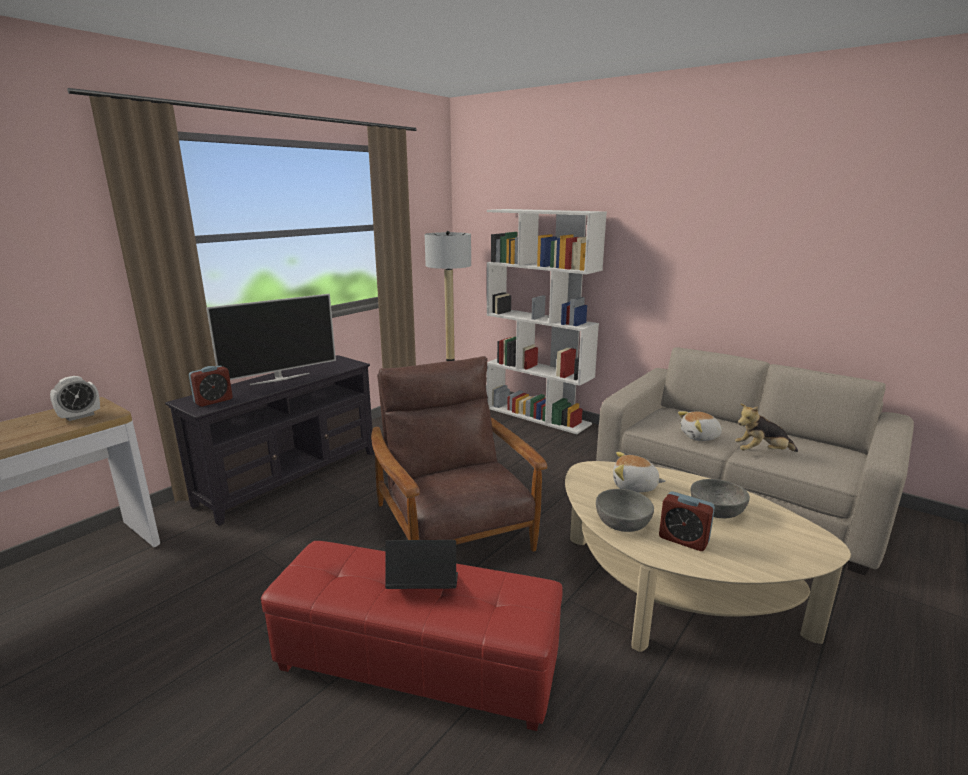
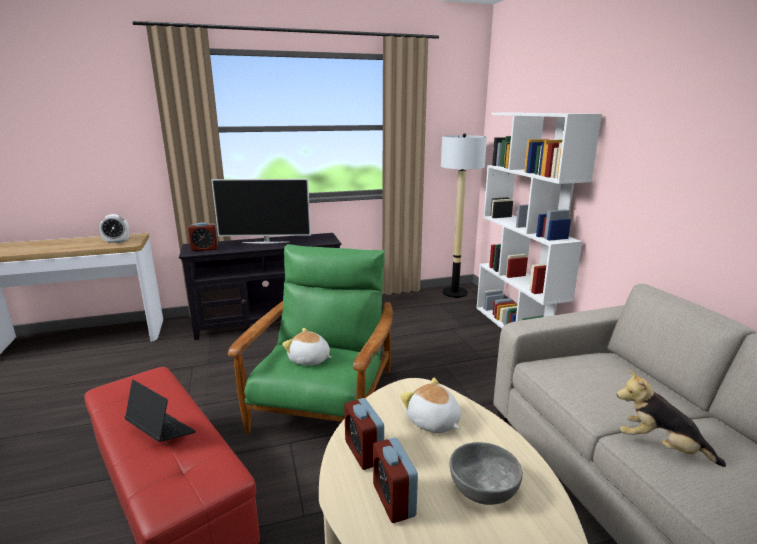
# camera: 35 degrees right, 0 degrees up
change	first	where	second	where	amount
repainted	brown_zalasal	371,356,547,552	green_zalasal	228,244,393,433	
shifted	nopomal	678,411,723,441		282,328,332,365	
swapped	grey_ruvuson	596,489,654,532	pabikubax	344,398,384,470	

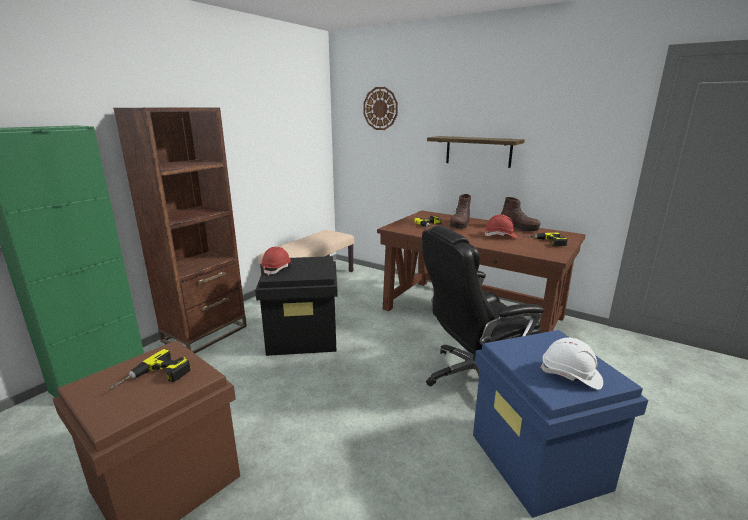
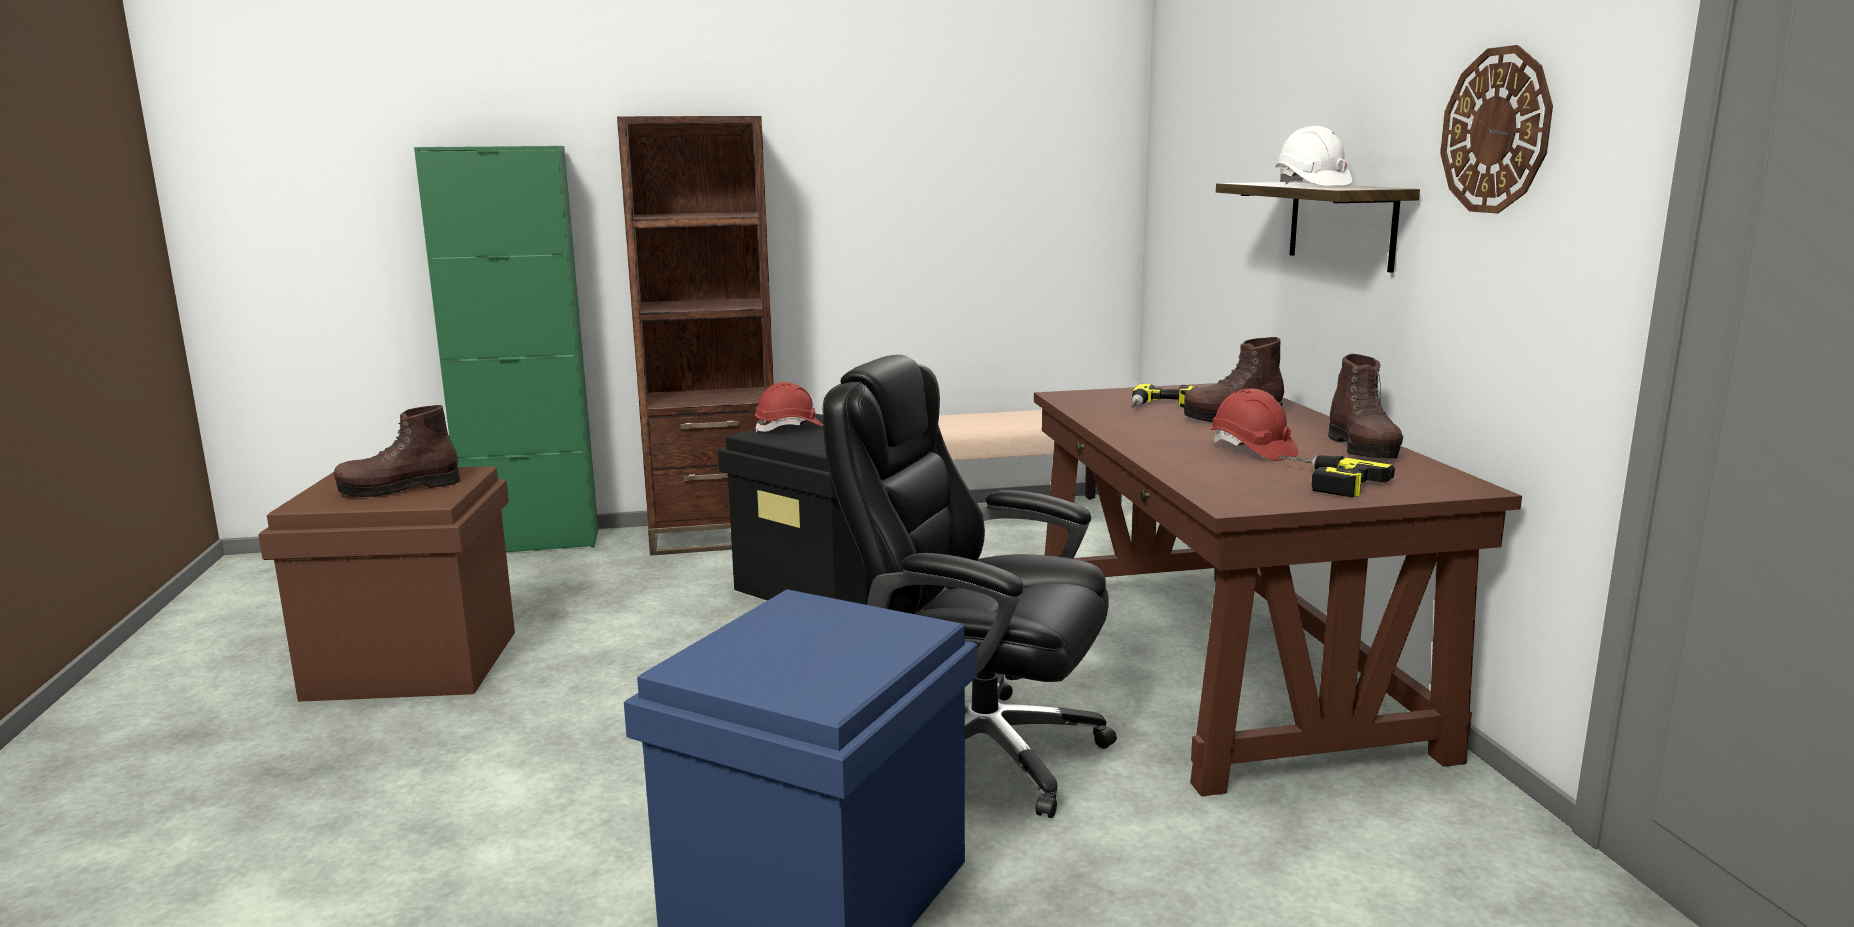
# camera: 45 degrees right, 5 degrees down
change	first	where	second	where	amount
shifted	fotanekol	363,87,398,130		1440,45,1553,213	
shifted	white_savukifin	540,338,603,390		1275,126,1352,186	
swapped	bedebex	109,349,190,389	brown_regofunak	334,405,460,497	

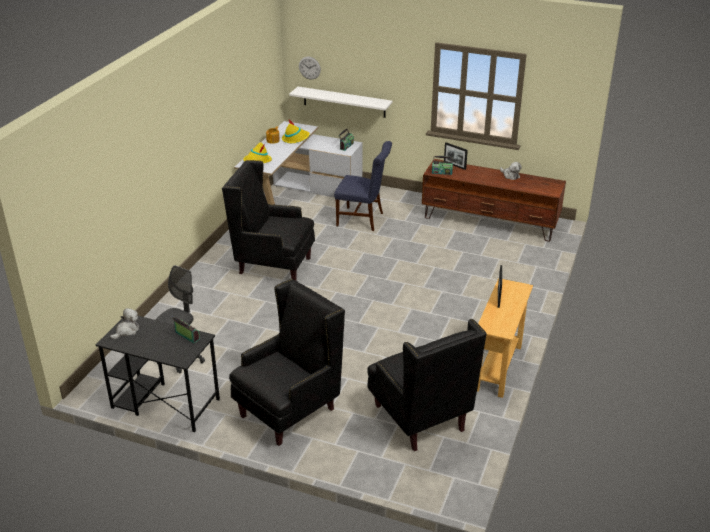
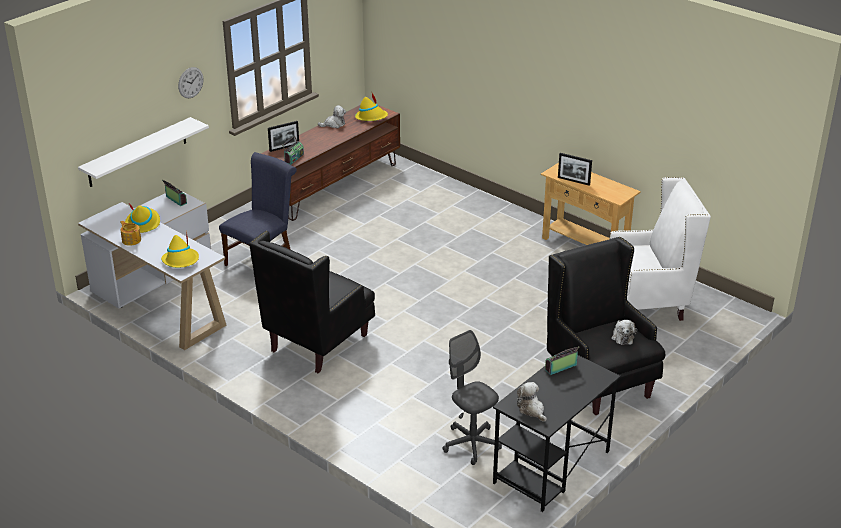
# camera: 70 degrees left, 0 degrees up
change	first	where	second	where	amount
shifted	fotanekol	299,57,321,80		178,67,203,98	
repainted	black_zalasal	367,319,487,451	white_zalasal	610,177,711,321	
new			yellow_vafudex	355,93,388,121	
new			nopomal	611,320,637,345	

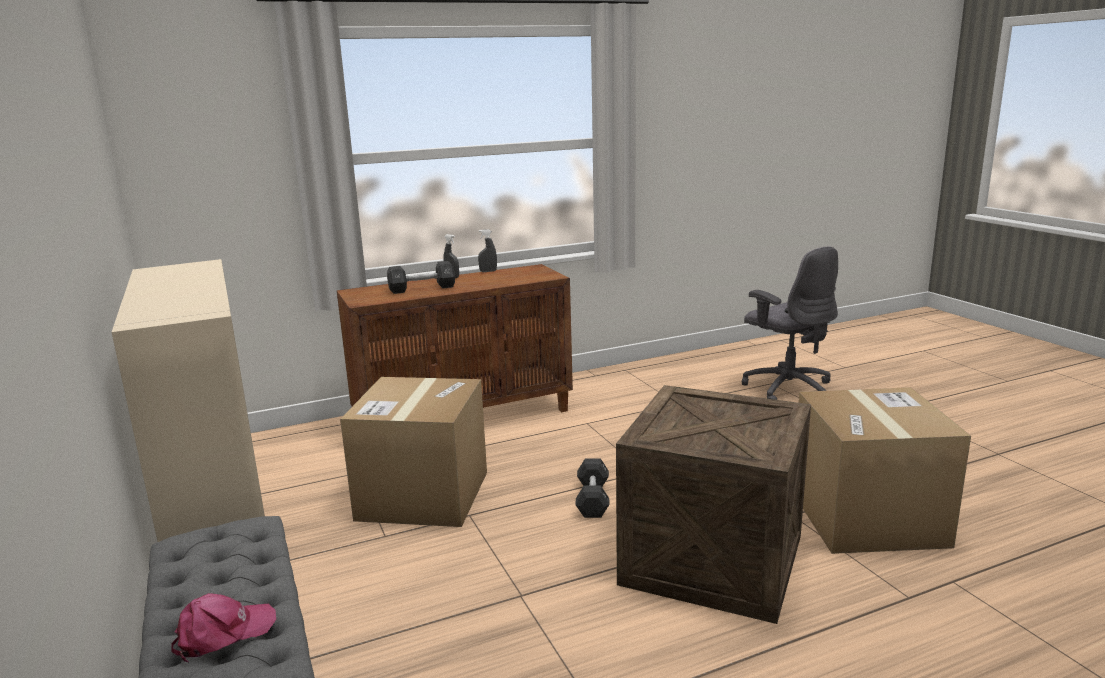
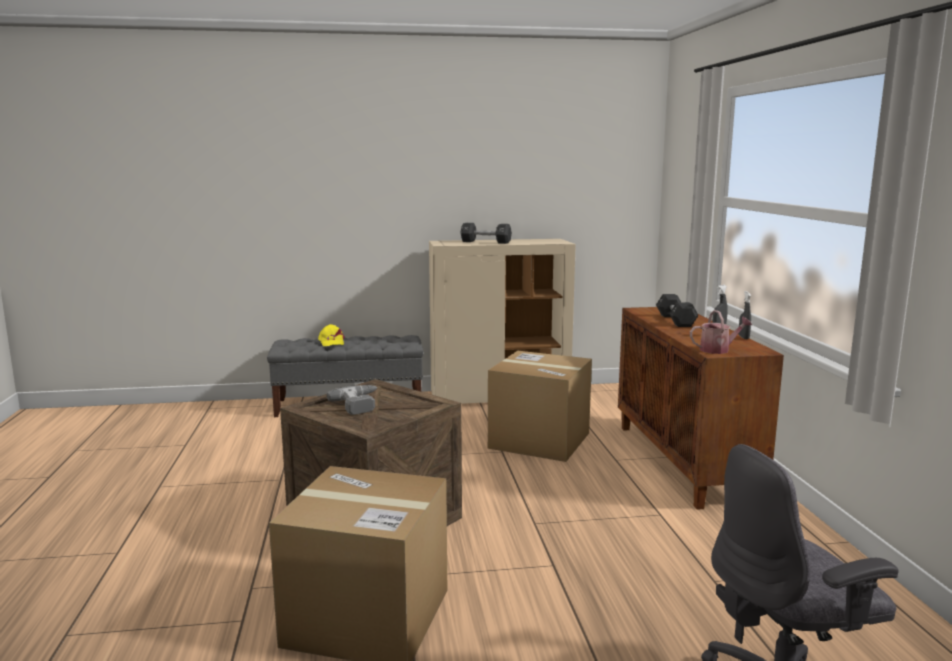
# camera: 105 degrees right, 5 degrees down
change	first	where	second	where	amount
shifted	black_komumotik	575,459,609,518		460,223,512,244	
repainted	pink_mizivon	171,593,276,662	yellow_mizivon	318,324,345,346	
new			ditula	690,310,752,354	
new			bedebex	327,385,377,415	

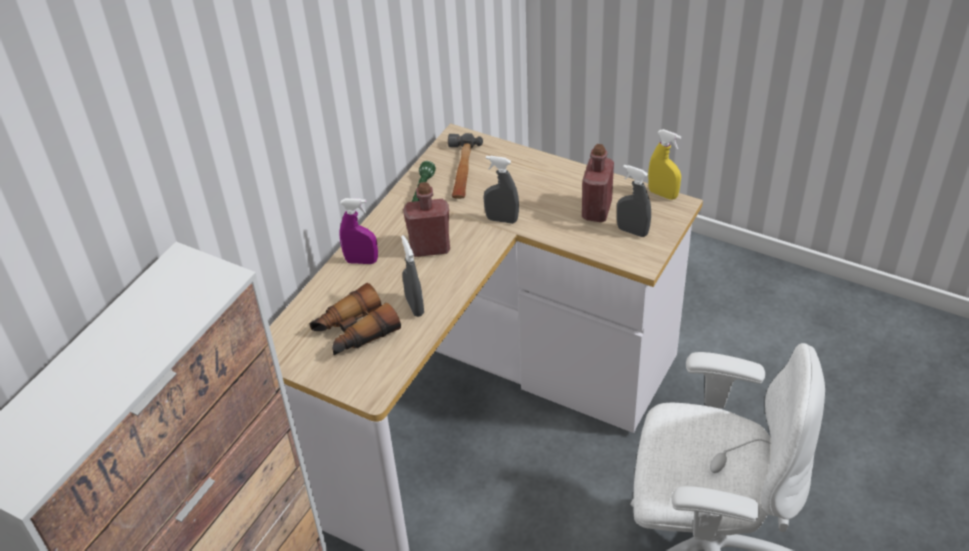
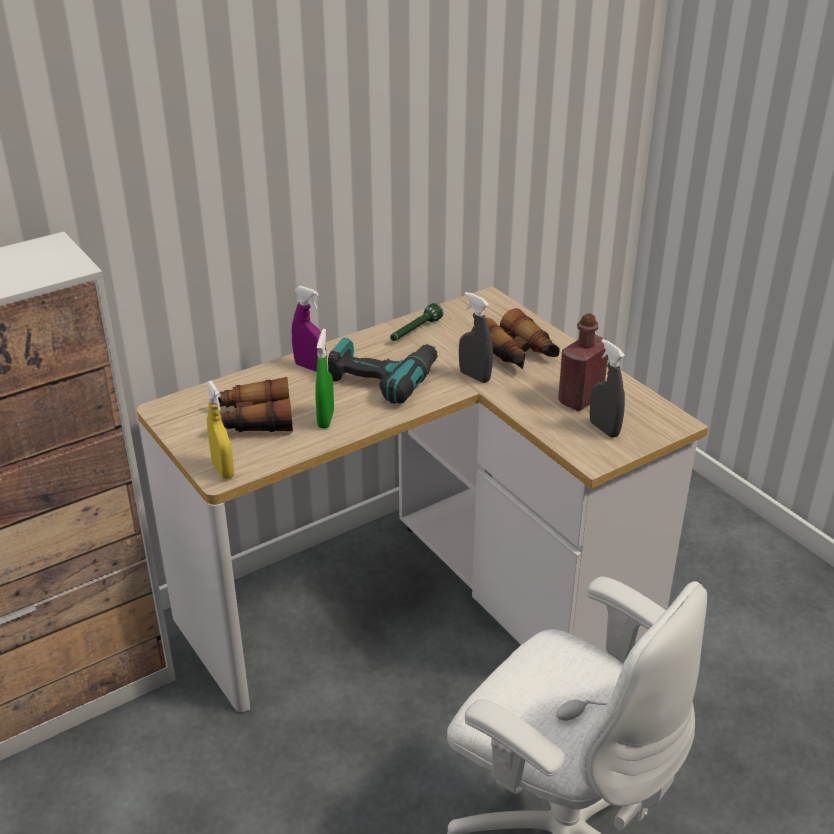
# camera: 25 degrees right, 10 degrees down
change	first	where	second	where	amount
shifted	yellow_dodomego	648,129,681,200		206,381,234,479	
gone	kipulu	448,133,483,199			
swapped	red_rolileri	403,182,450,257	bedebex	328,337,438,404	
repainted	grey_dodomego	401,235,424,317	green_dodomego	316,329,334,429	
new			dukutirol	472,308,560,369	

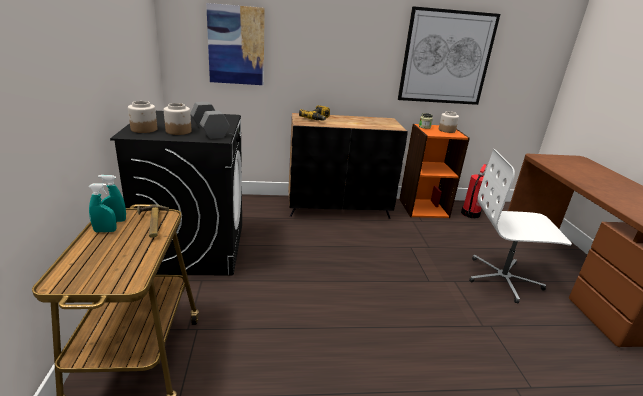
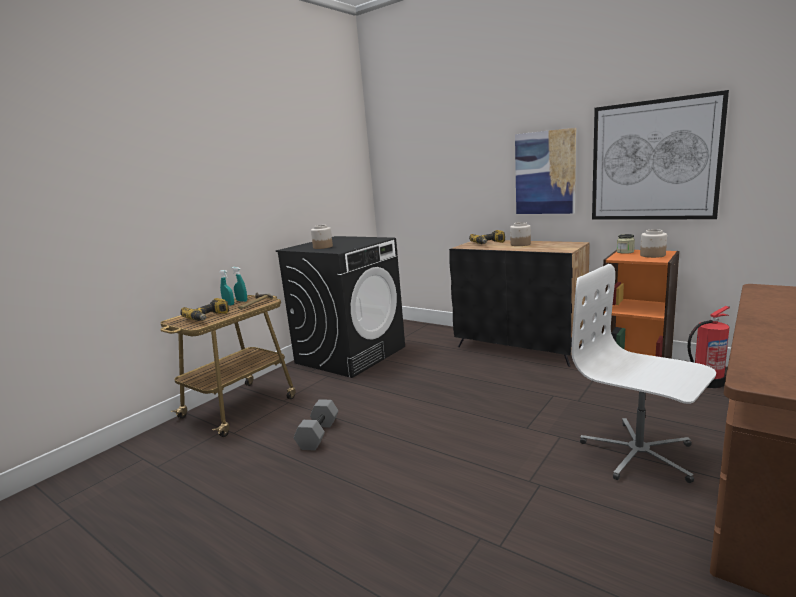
# camera: 45 degrees right, 10 degrees down
change	first	where	second	where	amount
shifted	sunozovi	206,3,265,85		515,128,576,214	
shifted	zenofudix	128,101,157,133		510,222,531,246	
shifted	grey_komumotik	190,102,230,139		294,399,339,451	
new			bedebex	180,298,229,321	

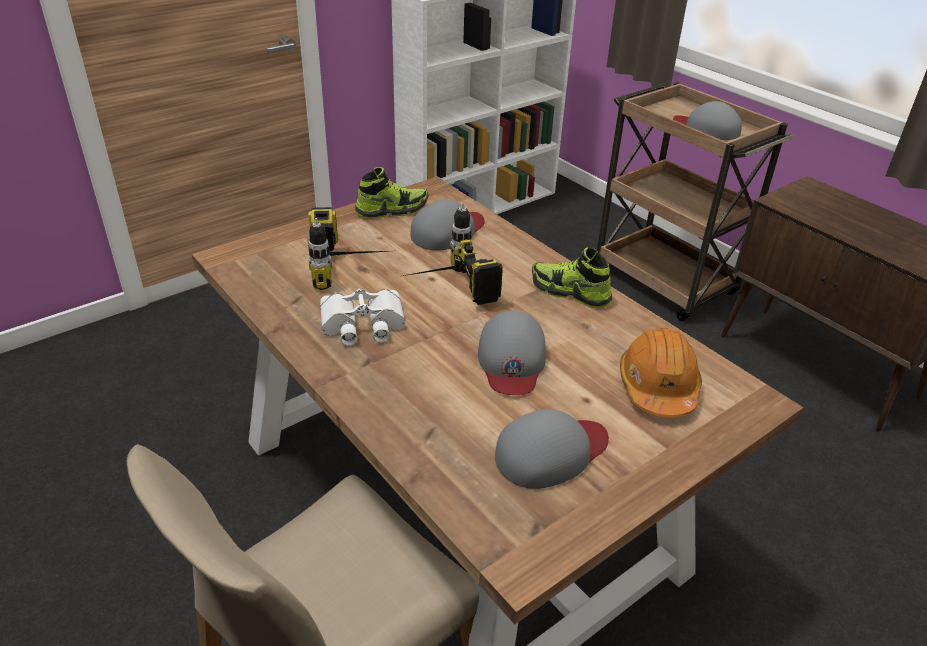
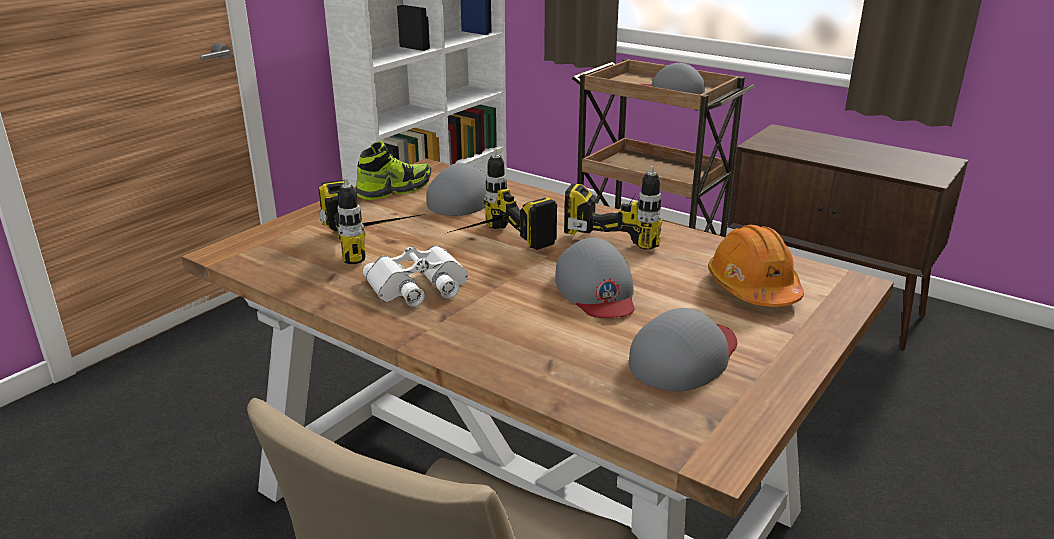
# camera: 15 degrees left, 10 degrees down
change	first	where	second	where	amount
swapped	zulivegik	532,248,612,309	bedebex	564,166,662,250	

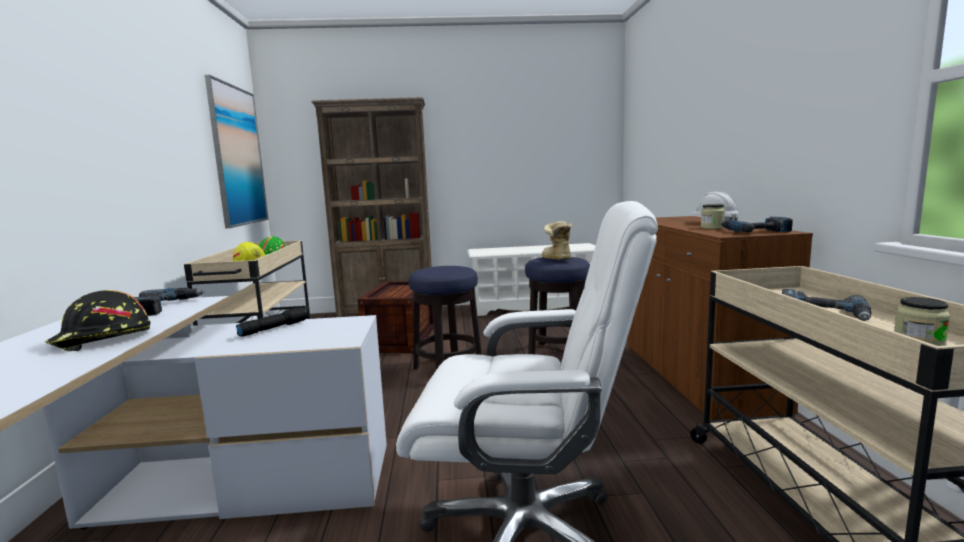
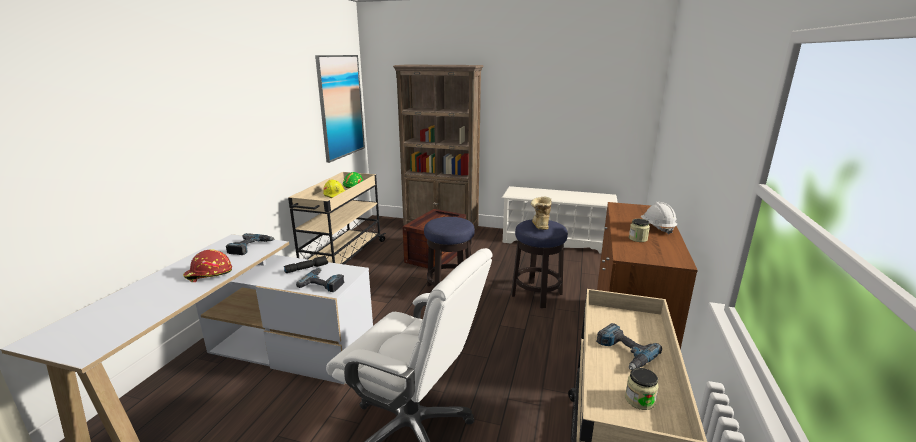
# camera: 20 degrees right, 10 degrees up
change	first	where	second	where	amount
shifted	bedebex	721,217,793,233		296,268,345,292	
repainted	black_savukifin	45,290,150,352	red_savukifin	183,249,232,282	

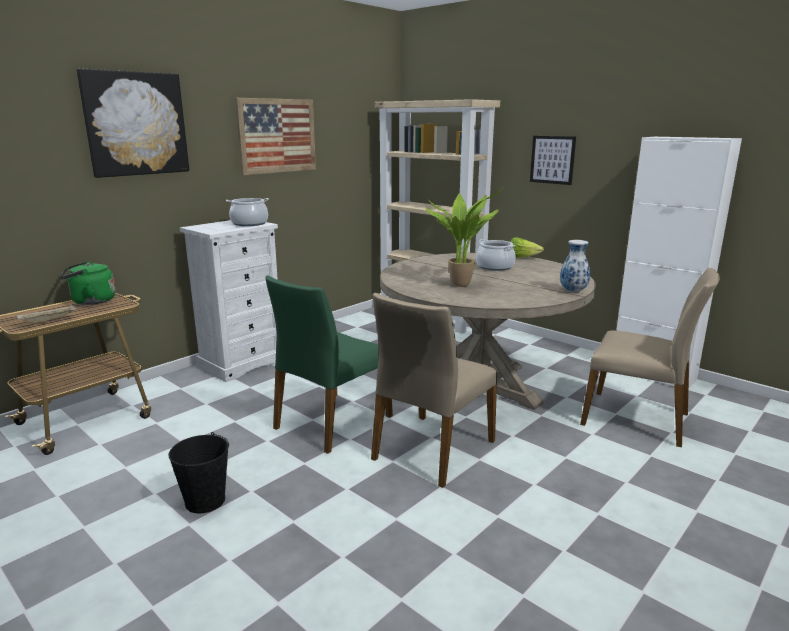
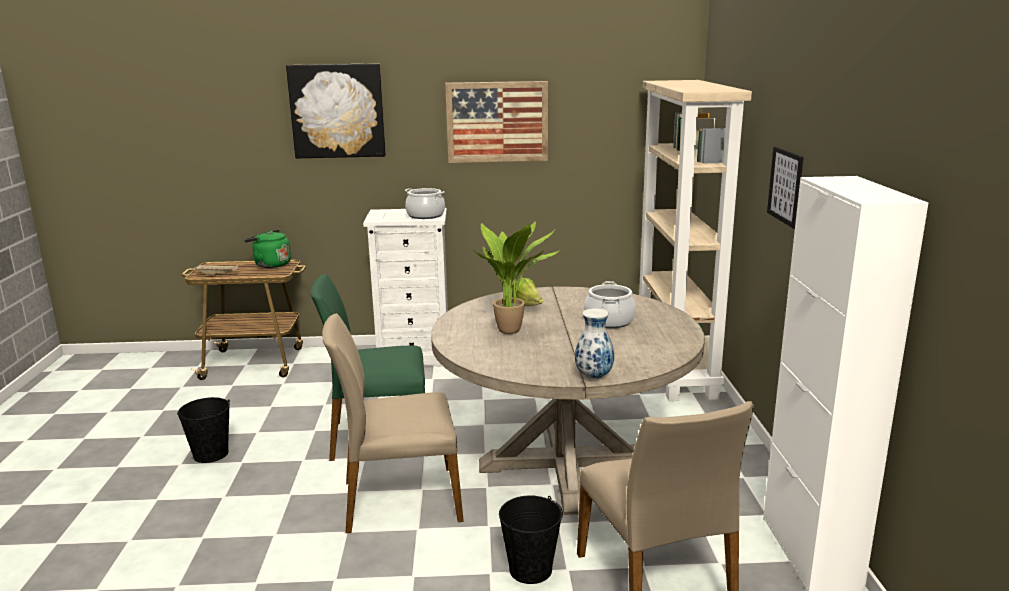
# camera: 45 degrees right, 0 degrees up
change	first	where	second	where	amount
shifted	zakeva	511,237,544,258		512,278,543,306	
new			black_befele	499,495,563,584	

